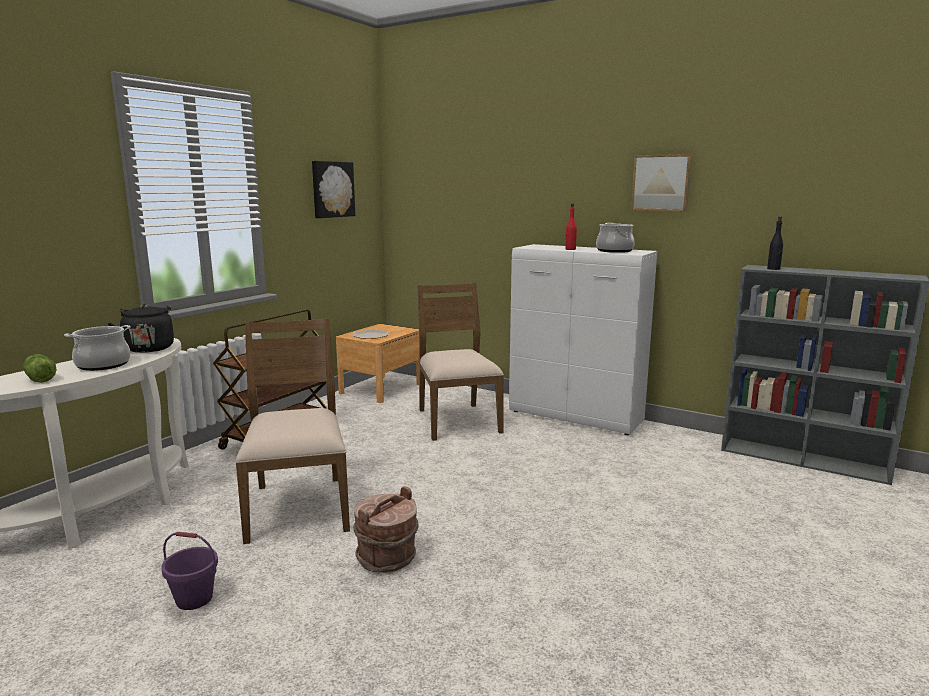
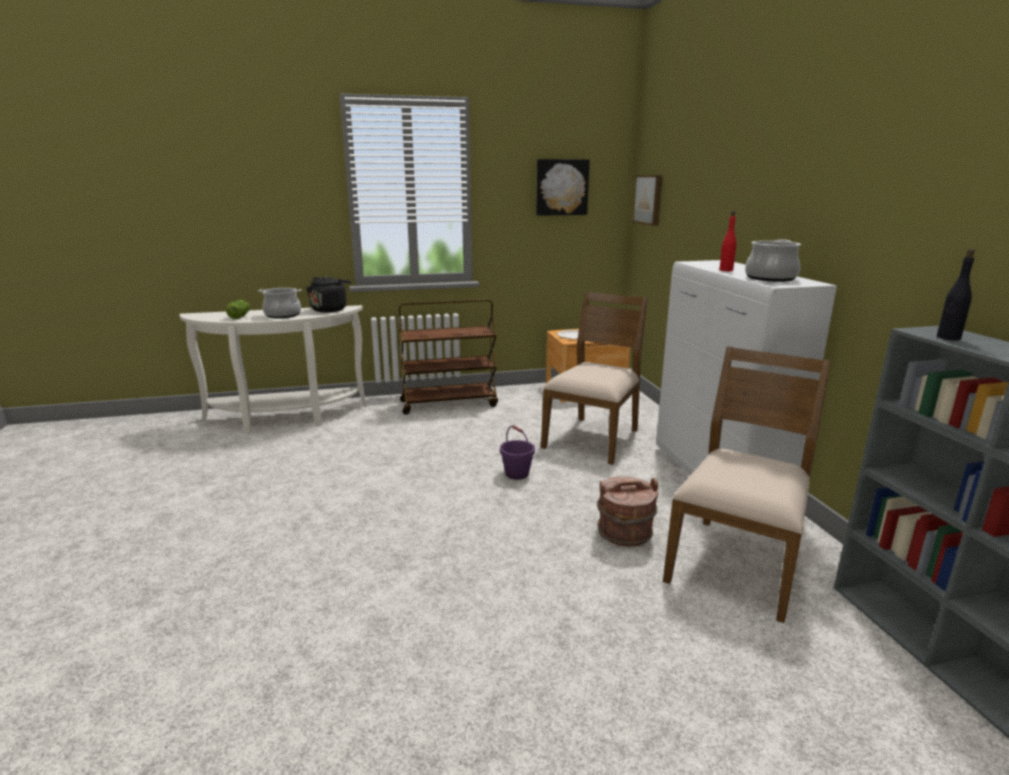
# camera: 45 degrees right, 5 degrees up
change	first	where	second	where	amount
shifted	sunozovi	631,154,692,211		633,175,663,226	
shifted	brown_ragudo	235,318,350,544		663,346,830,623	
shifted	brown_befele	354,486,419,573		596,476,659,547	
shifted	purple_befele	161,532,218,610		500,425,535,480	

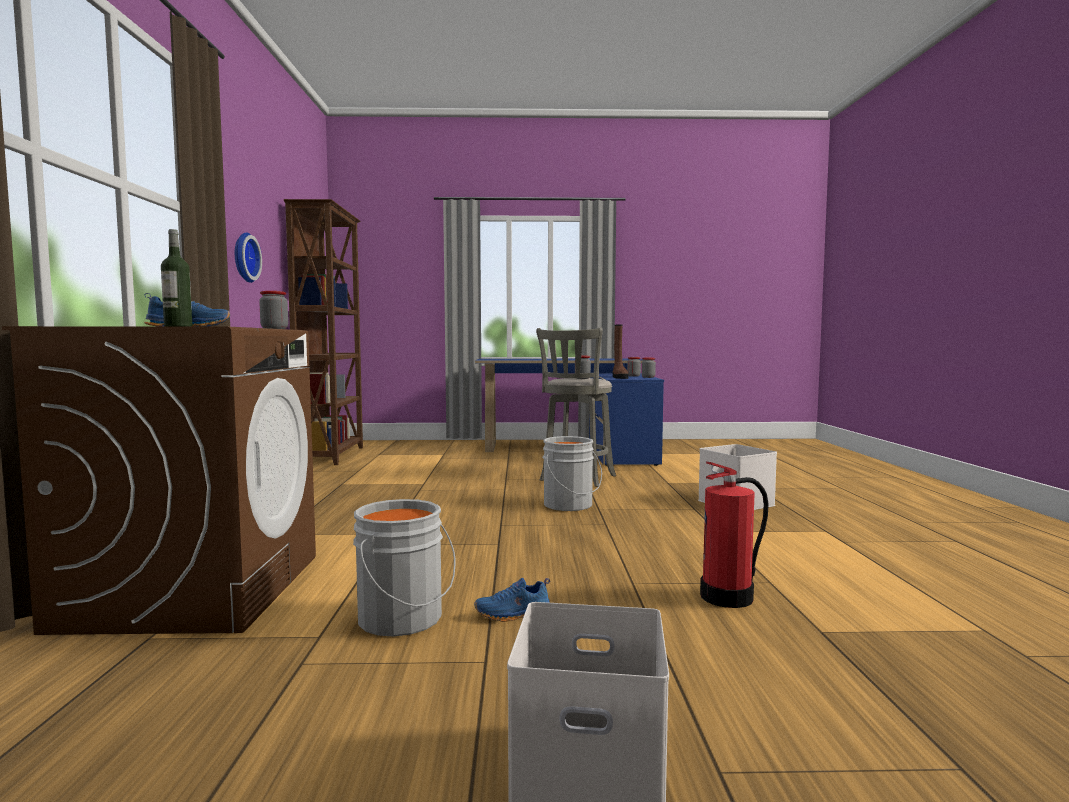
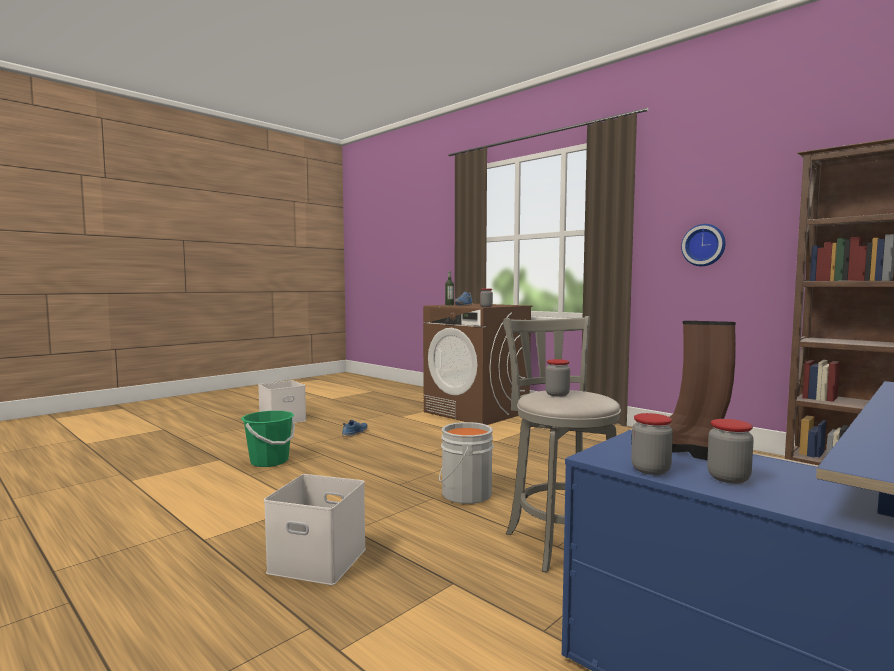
# camera: 135 degrees right, 0 degrees up
change	first	where	second	where	amount
swapped	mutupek	700,461,769,608	green_befele	241,411,295,467	
gone	grey_befele	353,499,456,637			

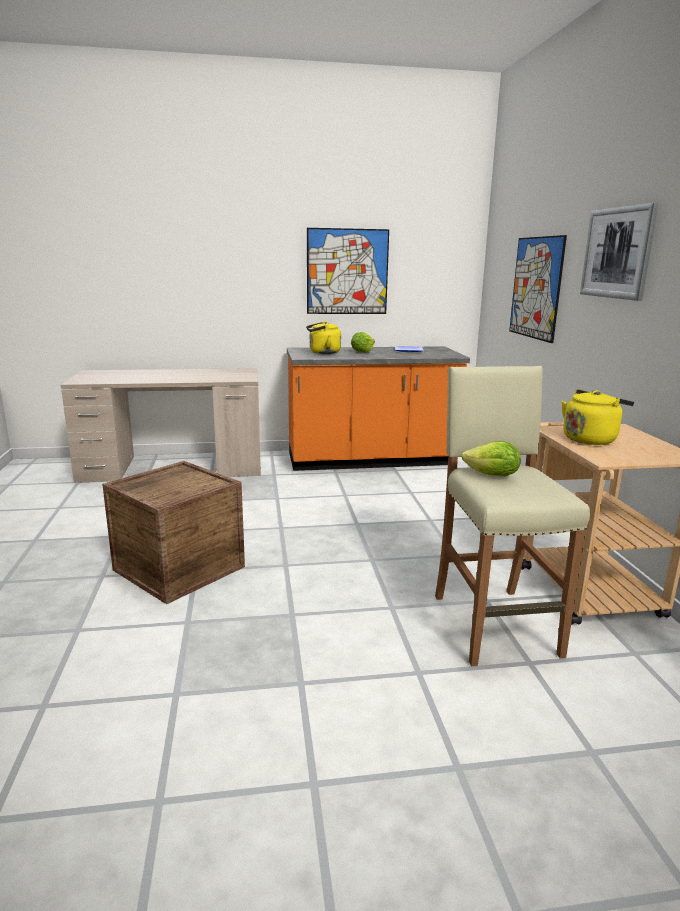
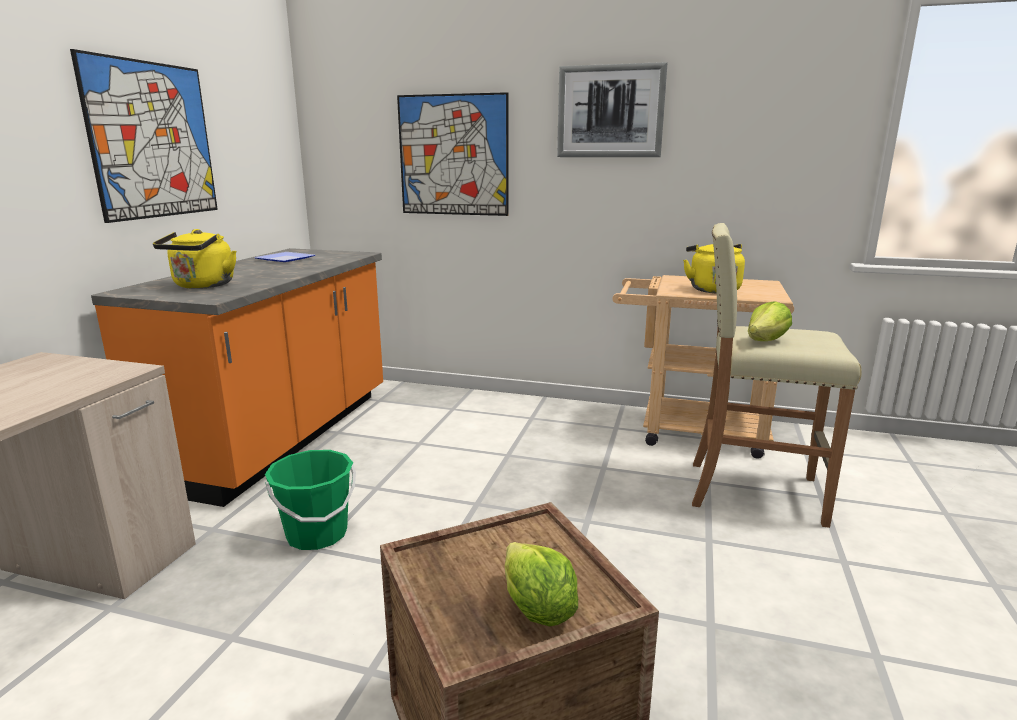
# camera: 65 degrees left, 0 degrees up
change	first	where	second	where	amount
shifted	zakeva	351,332,375,353		505,542,578,626	
new			green_befele	265,450,356,550	

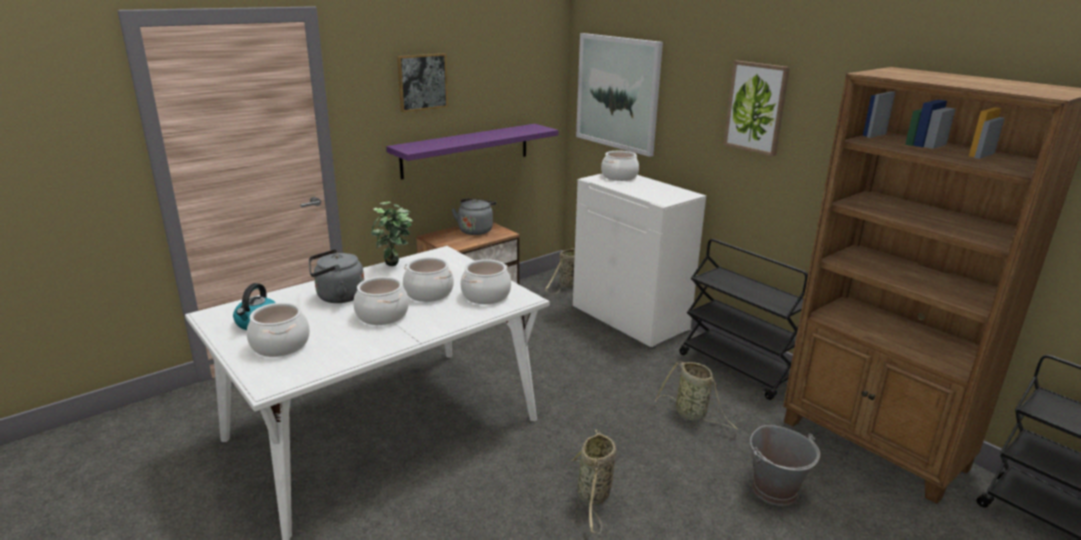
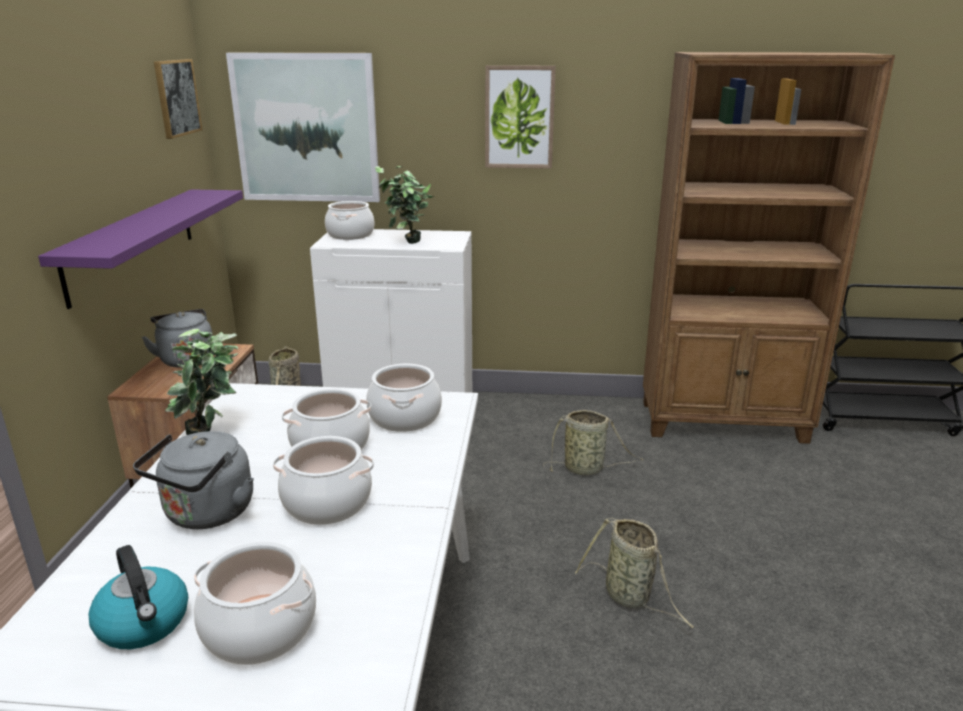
# camera: 45 degrees left, 0 degrees up
change	first	where	second	where	amount
shifted	sunozovi	397,53,448,112		154,59,202,139	
gone	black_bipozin	679,239,808,400			
gone	grey_befele	750,425,820,506			
new			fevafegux	375,166,434,244	

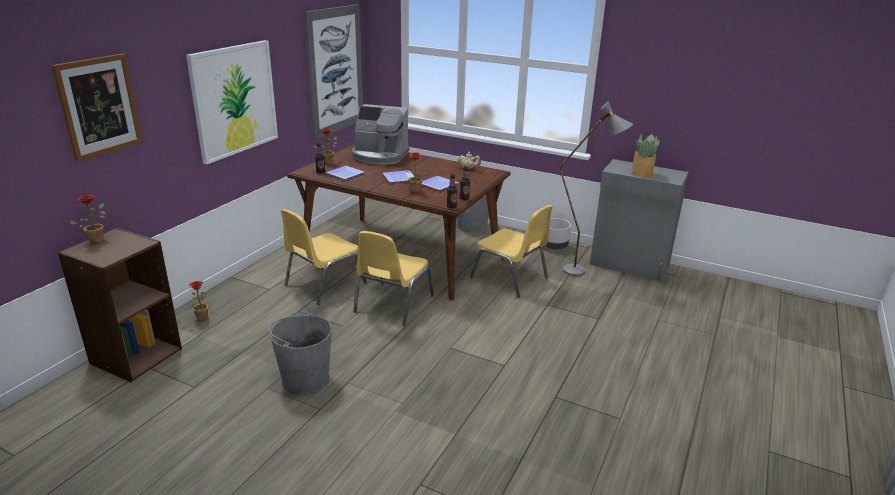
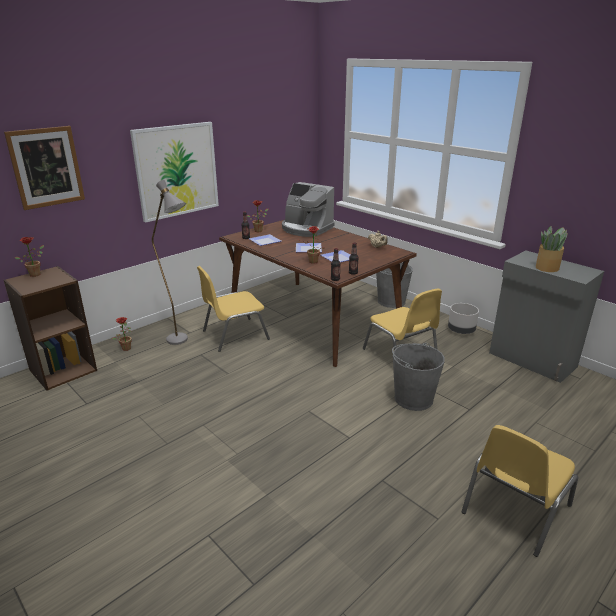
# camera: 20 degrees right, 0 degrees up
change	first	where	second	where	amount
gone	sunozovi	304,4,363,140			
shifted	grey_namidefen	560,102,633,276		152,180,188,345	
shifted	yellow_ragudo	353,231,434,326		462,425,578,557	
shifted	grey_befele	269,312,332,395		392,343,445,411	

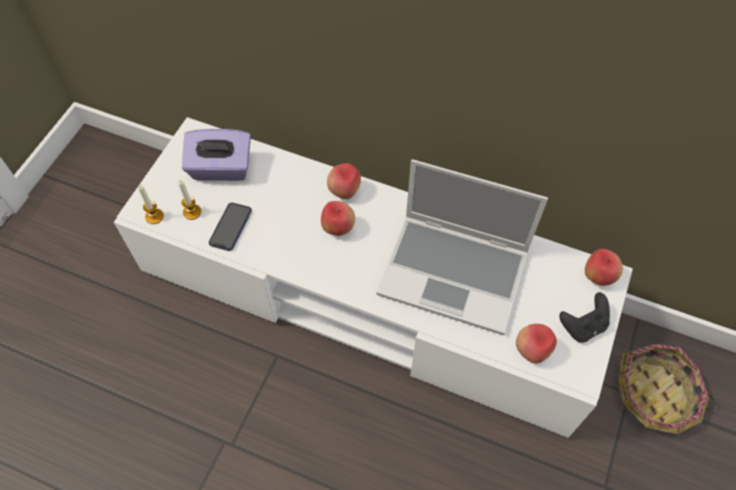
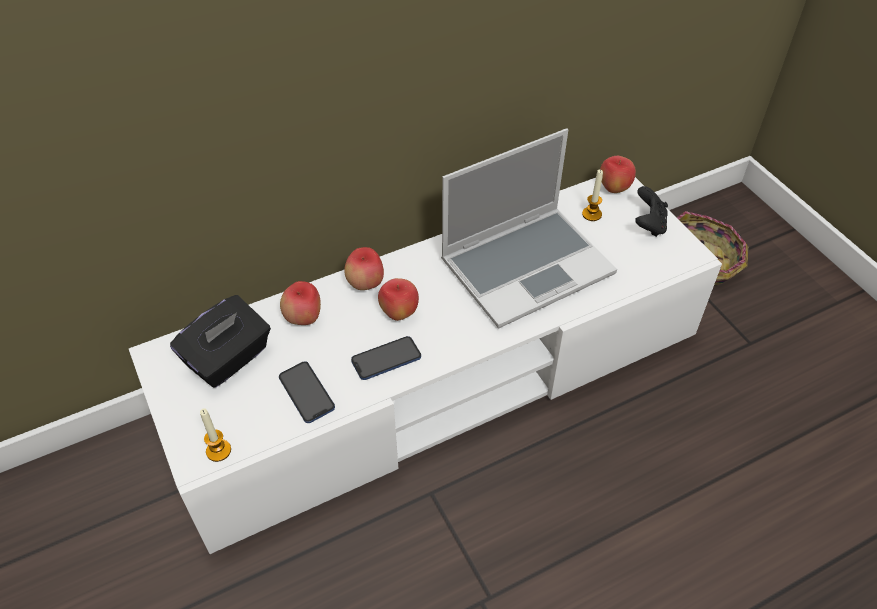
# camera: 50 degrees left, 10 degrees down
change	first	where	second	where	amount
repainted	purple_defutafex	182,129,251,181	black_defutafex	170,295,271,388	
shifted	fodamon	178,180,201,220		582,169,603,221	
shifted	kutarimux	516,324,557,364		280,281,321,325	
new			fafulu	351,336,421,380	

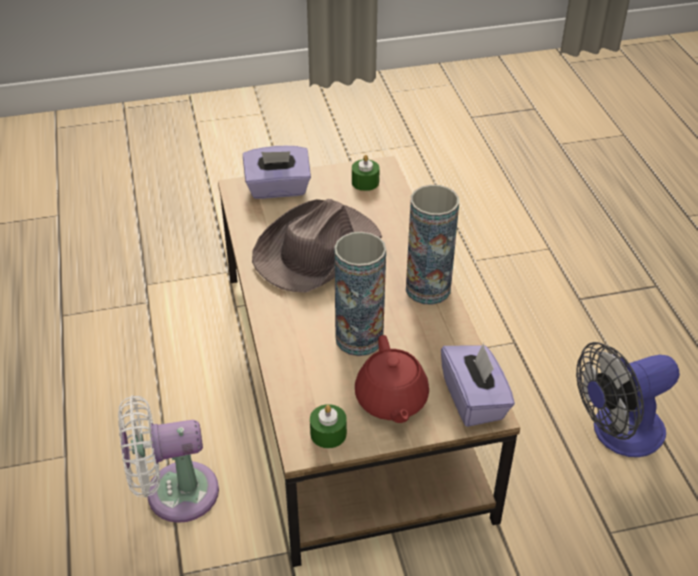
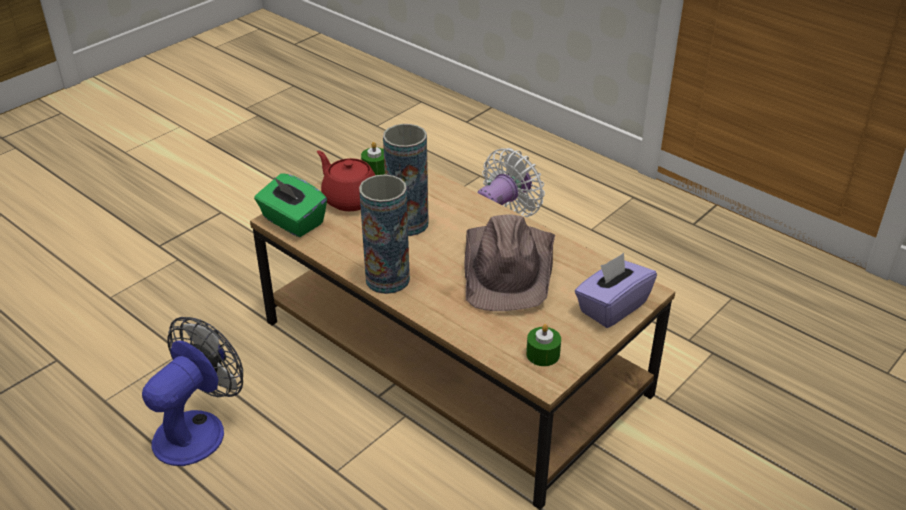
# camera: 145 degrees right, 5 degrees down
change	first	where	second	where	amount
repainted	purple_defutafex	441,343,515,427	green_defutafex	254,173,327,237	

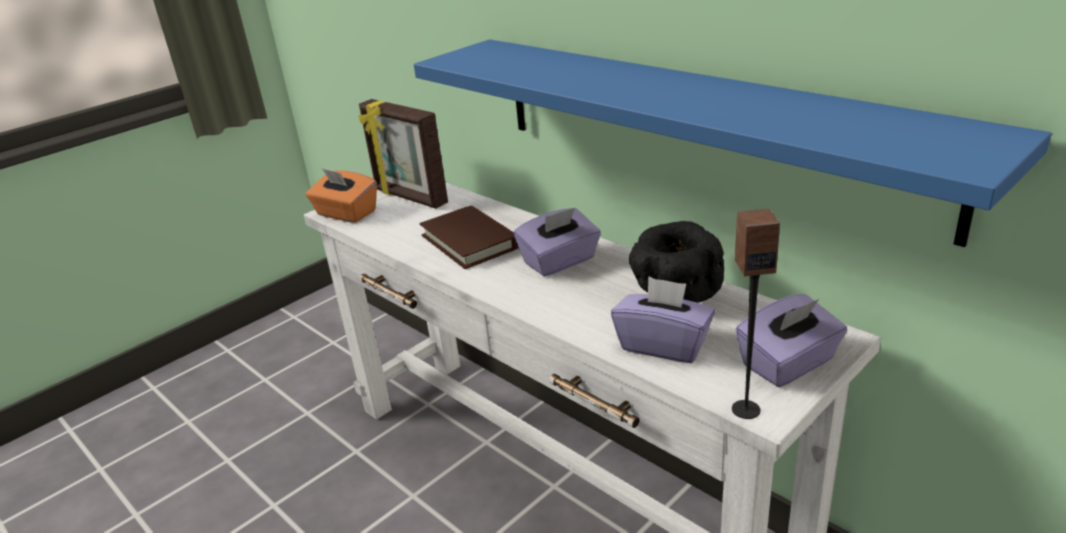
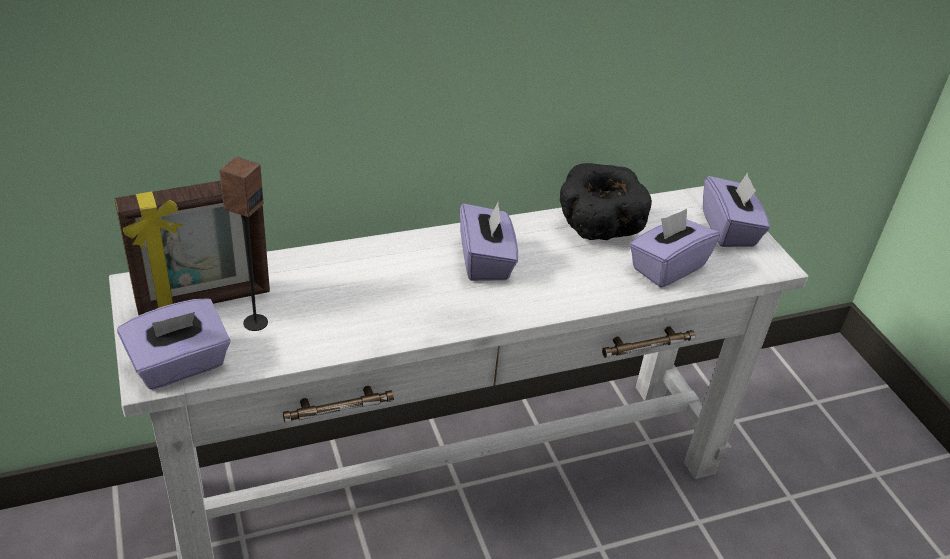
# camera: 70 degrees left, 10 degrees up
change	first	where	second	where	amount
gone	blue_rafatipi	414,39,1052,247			
repainted	orange_defutafex	306,168,377,223	purple_defutafex	117,299,230,390	
gone	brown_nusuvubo	420,206,519,269			
shifted	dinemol	732,208,780,419		219,157,268,331	

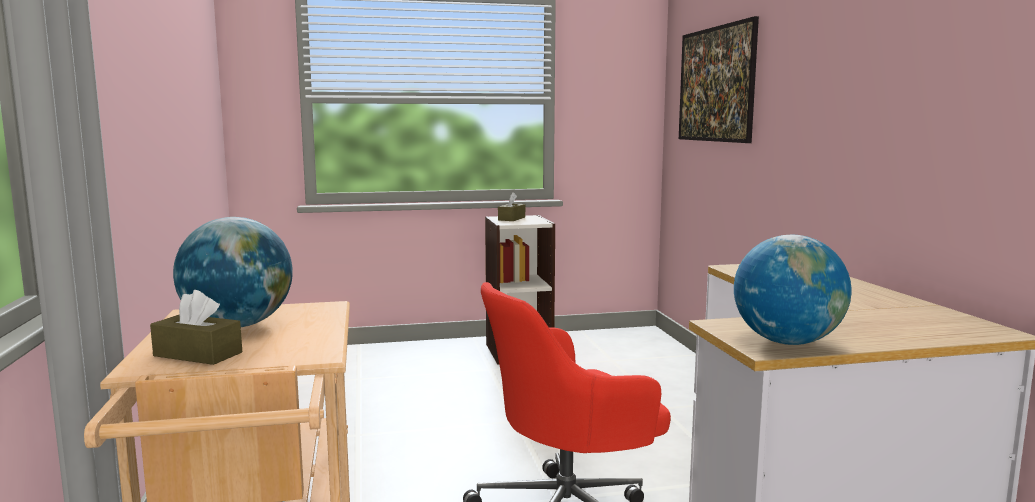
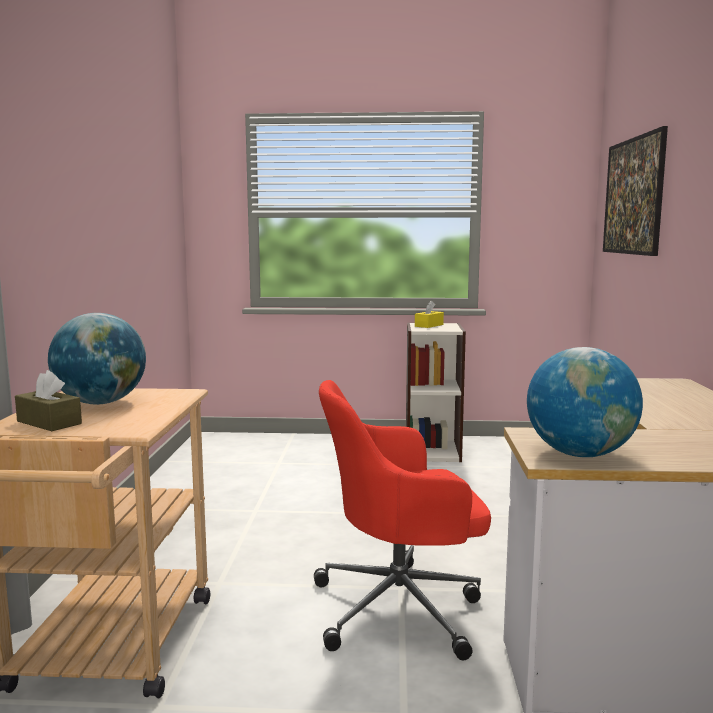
# camera: 15 degrees right, 0 degrees up
change	first	where	second	where	amount
repainted	brown_defutafex	498,192,525,221	yellow_defutafex	415,301,444,328	

